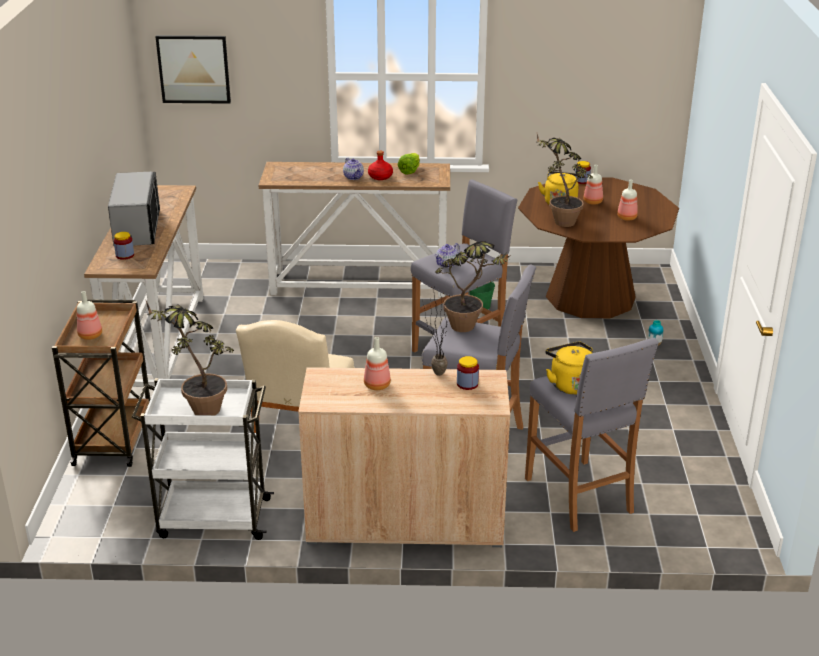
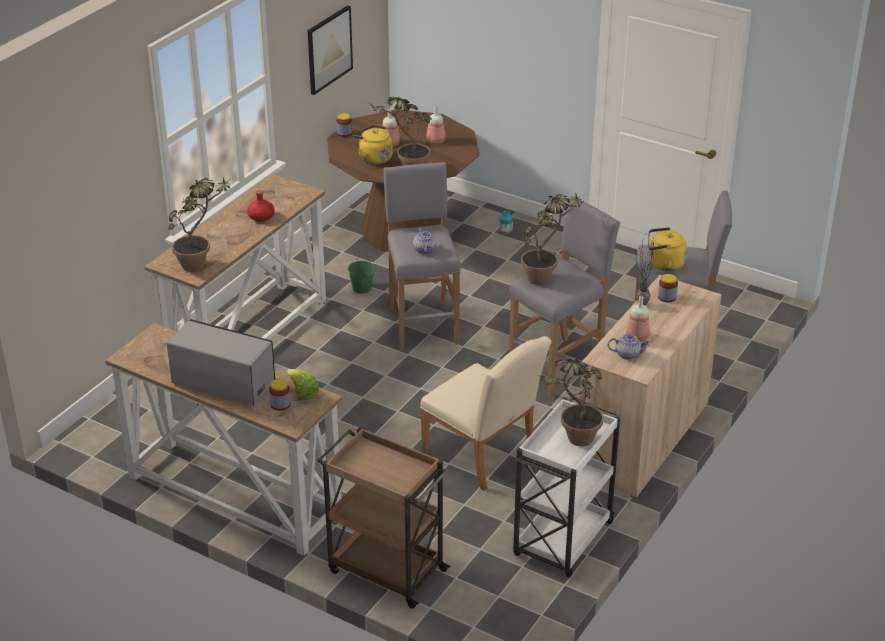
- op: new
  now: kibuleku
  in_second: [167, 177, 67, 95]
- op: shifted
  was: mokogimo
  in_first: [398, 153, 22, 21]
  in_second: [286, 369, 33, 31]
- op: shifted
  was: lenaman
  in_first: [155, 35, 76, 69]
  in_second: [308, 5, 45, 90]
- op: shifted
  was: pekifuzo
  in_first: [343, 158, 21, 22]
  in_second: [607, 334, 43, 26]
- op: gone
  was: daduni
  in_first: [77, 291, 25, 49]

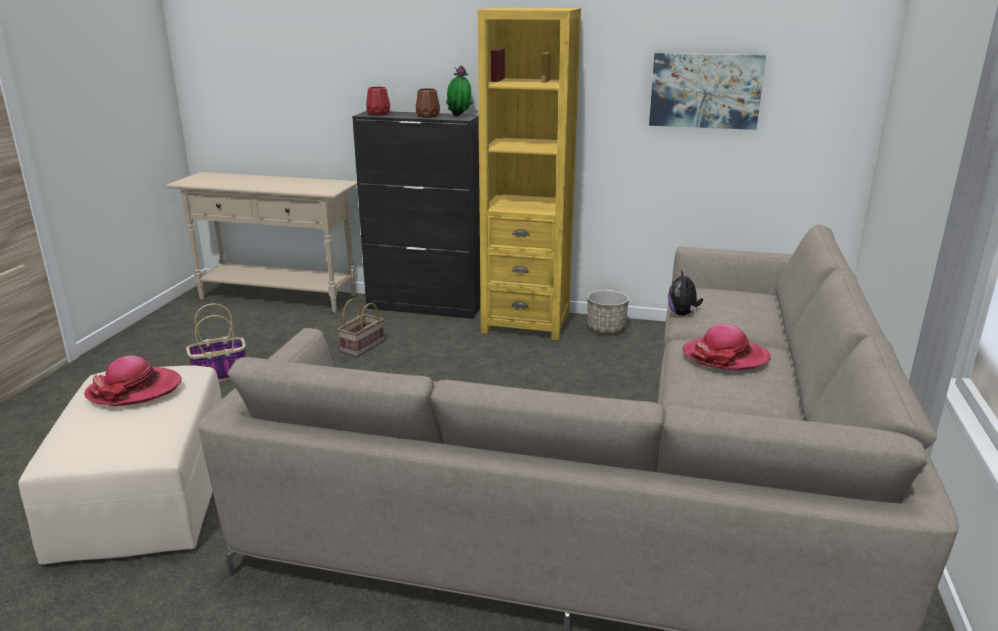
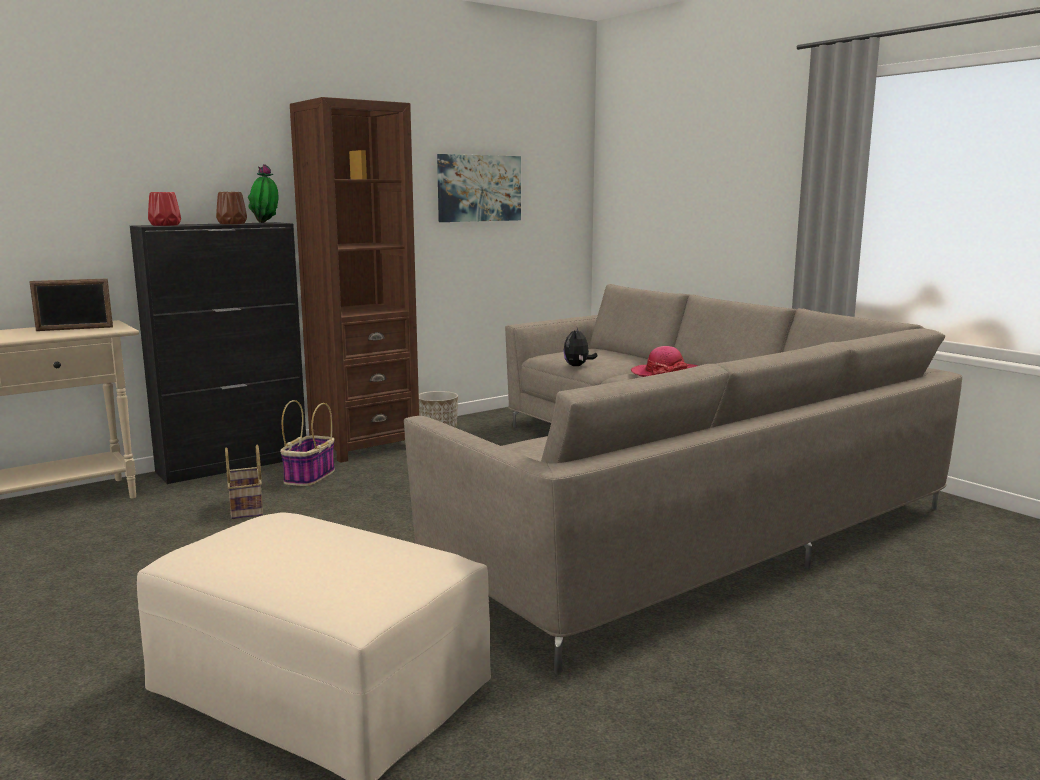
- op: new
  now: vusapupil
  in_second: [29, 278, 84, 53]
- op: shifted
  was: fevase
  in_first: [186, 303, 60, 78]
  in_second: [280, 400, 55, 86]
- op: repainted
  was: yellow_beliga
  now: brown_beliga
  in_first: [478, 7, 103, 334]
  in_second: [290, 97, 129, 366]
- op: rotated
  was: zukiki
  in_first: [668, 270, 35, 46]
  in_second: [563, 327, 34, 39]
  clockwise: 60
- op: gone
  was: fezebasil
  in_first: [84, 355, 98, 51]

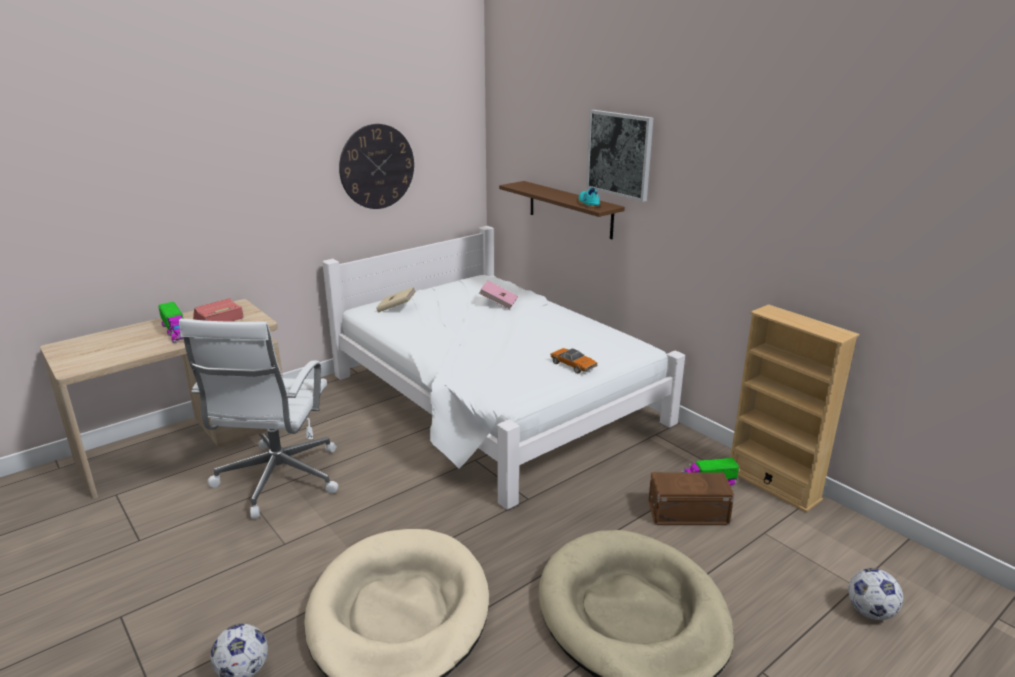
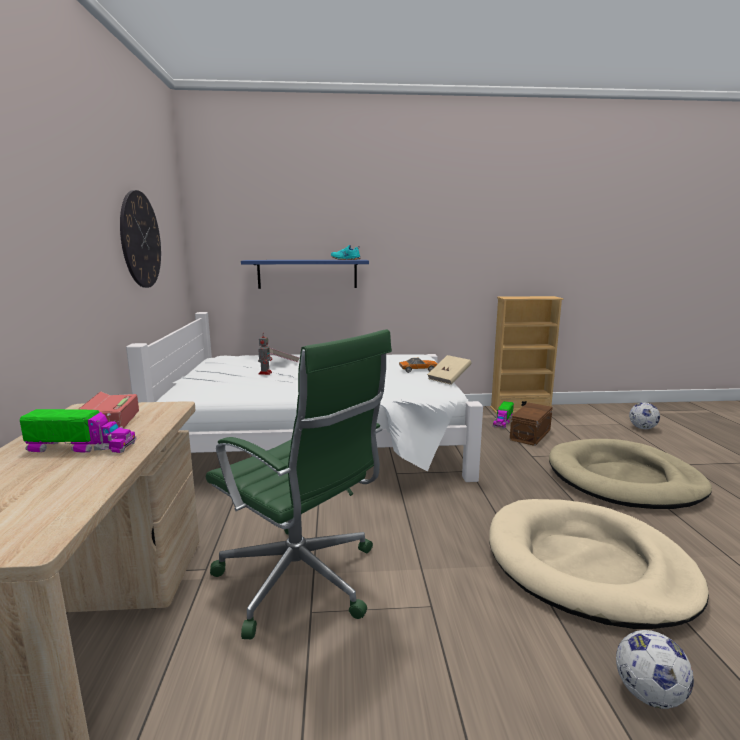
- op: repainted
  was: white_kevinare
  now: green_kevinare
  in_first: [179, 319, 159, 200]
  in_second: [206, 329, 186, 310]
- op: repainted
  was: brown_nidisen
  now: blue_nidisen
  in_first: [499, 181, 126, 58]
  in_second: [241, 260, 128, 29]
- op: new
  now: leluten
  in_second: [258, 333, 14, 42]
- op: shifted
  was: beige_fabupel
  in_first: [376, 287, 40, 25]
  in_second: [427, 355, 44, 30]
- op: gone
  was: lenaman
  in_first: [586, 110, 67, 92]

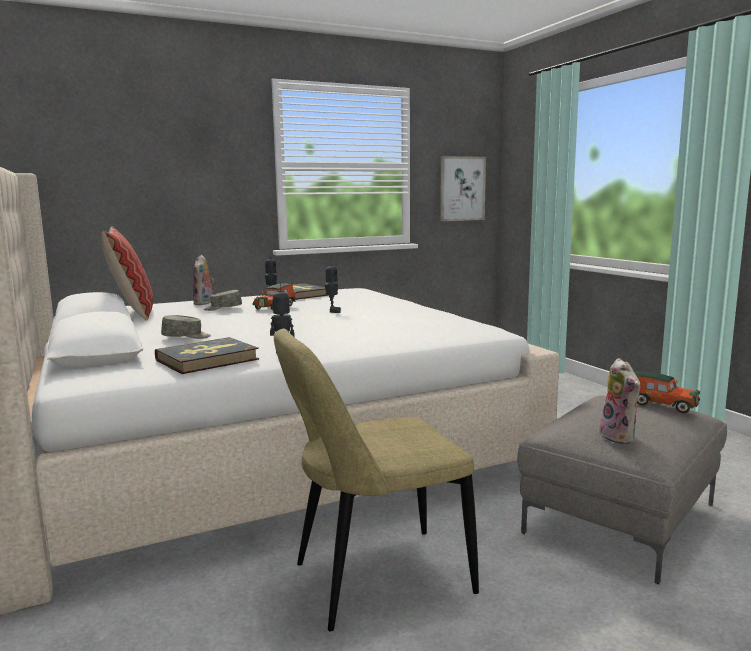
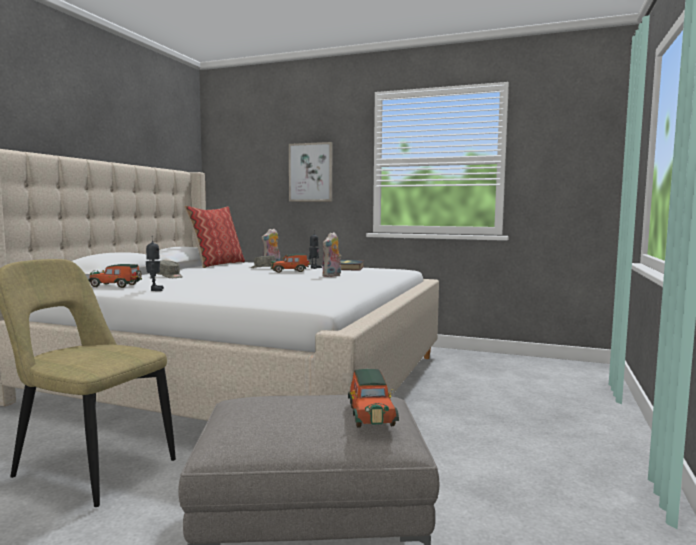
- op: swapped
  was: fabupel
  now: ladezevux
  in_first: [155, 337, 104, 37]
  in_second: [88, 264, 54, 24]
- op: shifted
  was: lenaman
  in_first: [440, 156, 46, 65]
  in_second: [289, 142, 43, 59]
- op: shifted
  was: zukiki
  in_first: [597, 358, 43, 86]
  in_second: [322, 232, 20, 45]
- op: gone
  was: leluten
  in_first: [325, 264, 16, 49]

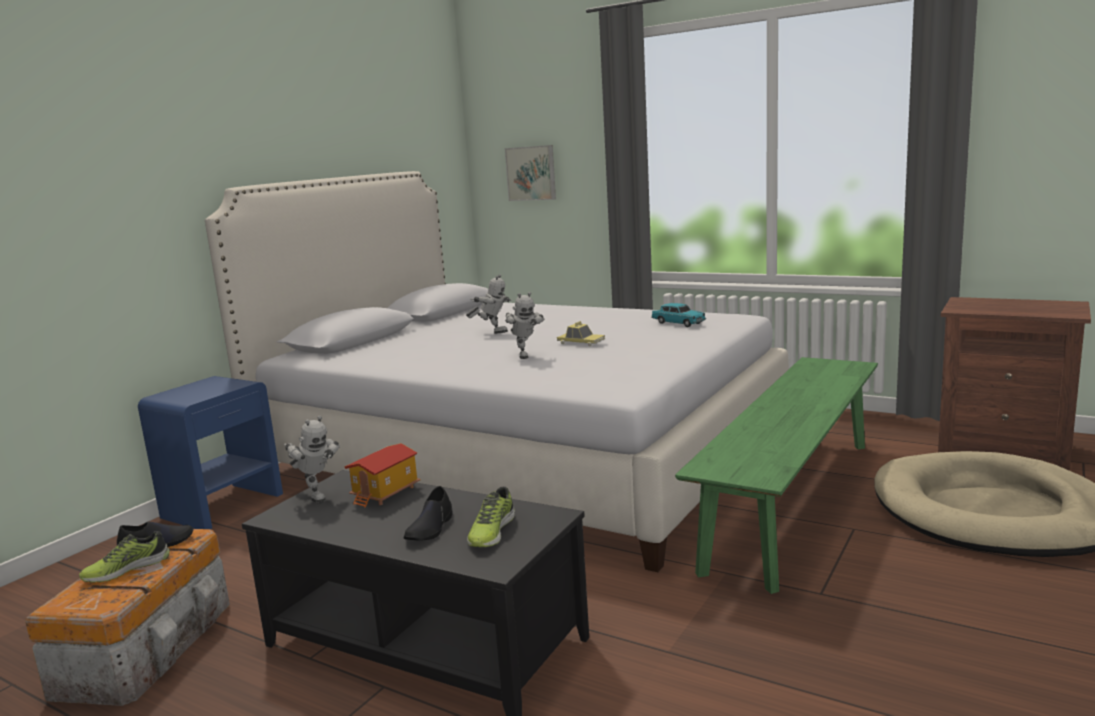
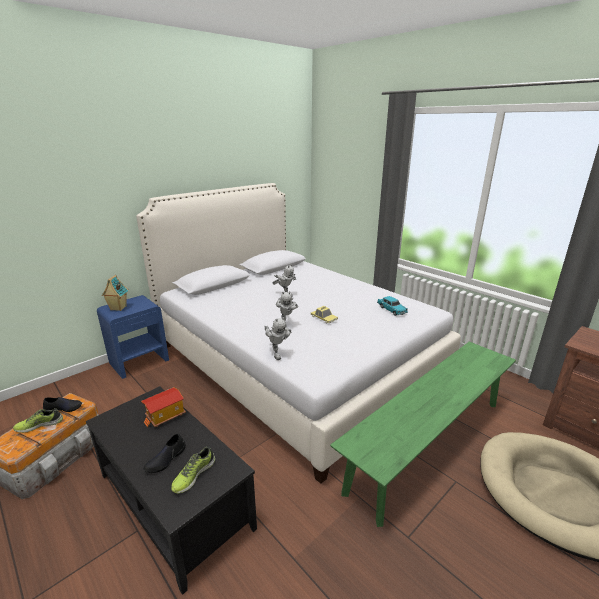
- op: new
  now: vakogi
  in_second: [102, 275, 26, 36]
- op: shifted
  was: leluten
  in_first: [284, 415, 56, 88]
  in_second: [264, 317, 27, 43]
- op: gone
  was: lenaman
  in_first: [505, 145, 51, 56]

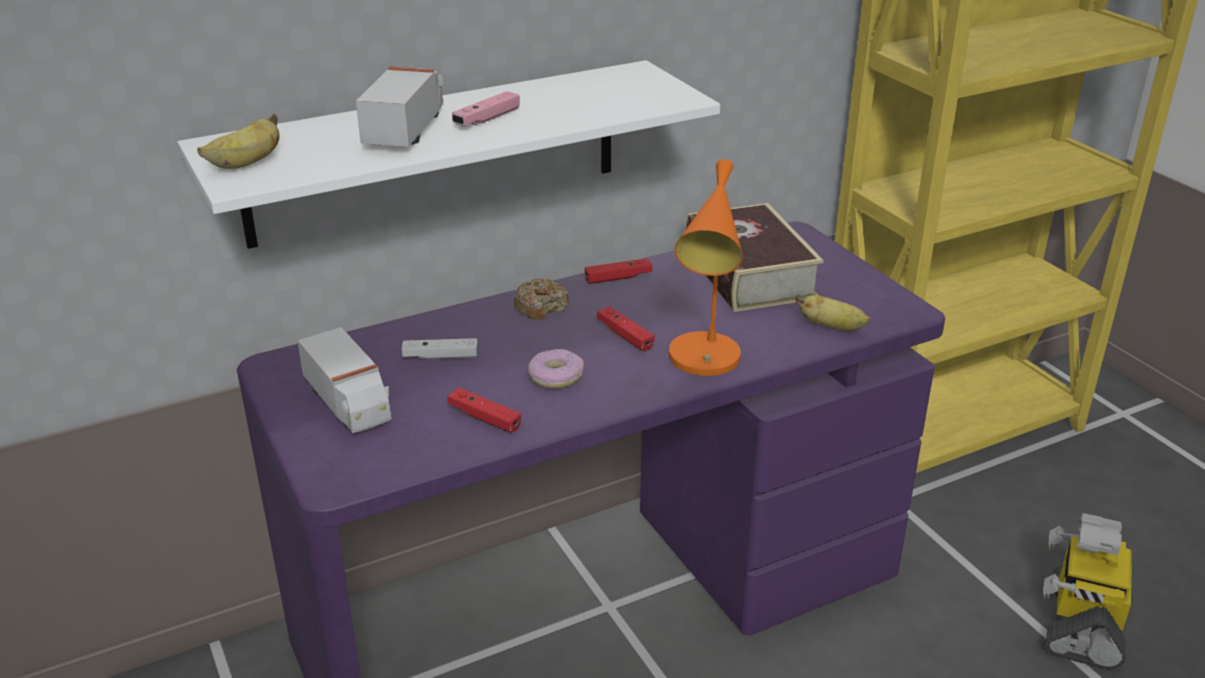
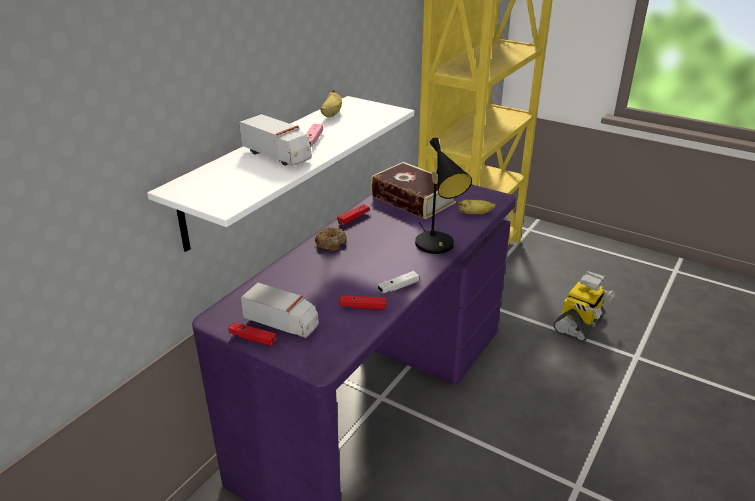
- op: shifted
  was: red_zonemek
  in_first: [597, 306, 57, 45]
  in_second: [228, 322, 49, 24]
- op: rotated
  was: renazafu
  in_first: [356, 67, 87, 80]
  in_second: [239, 114, 73, 52]
  clockwise: 150
- op: shifted
  was: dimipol
  in_first: [197, 114, 83, 55]
  in_second: [320, 90, 22, 27]
- op: shifted
  was: white_zonemek
  in_first: [401, 338, 77, 21]
  in_second: [378, 271, 41, 22]
- op: repainted
  was: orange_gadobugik
  now: black_gadobugik
  in_first: [669, 159, 74, 217]
  in_second: [415, 137, 57, 117]
- op: rotated
  was: leluten
  in_first: [1043, 513, 89, 157]
  in_second: [553, 271, 62, 71]
  clockwise: -135
- op: gone
  was: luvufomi
  in_first: [528, 349, 56, 39]

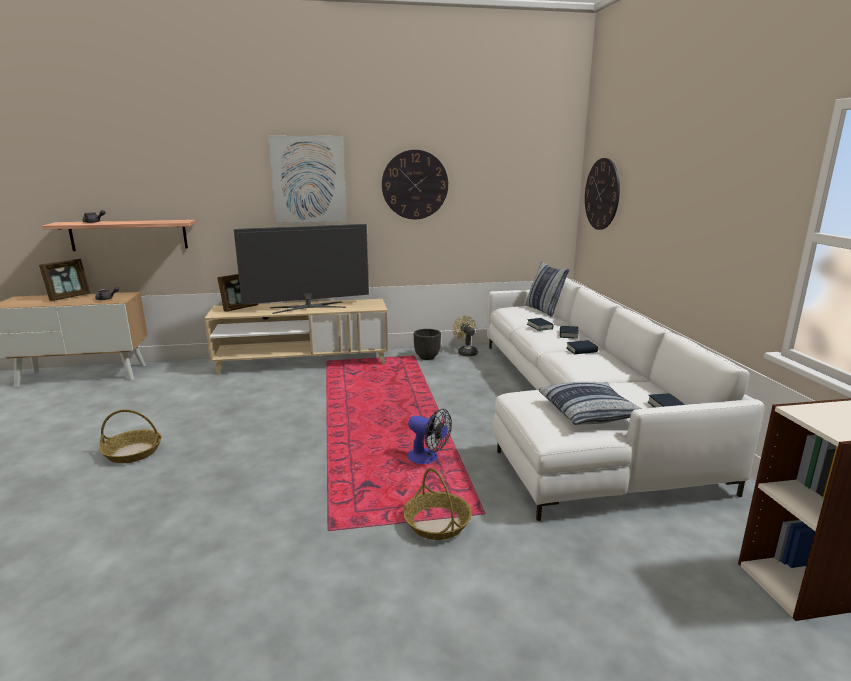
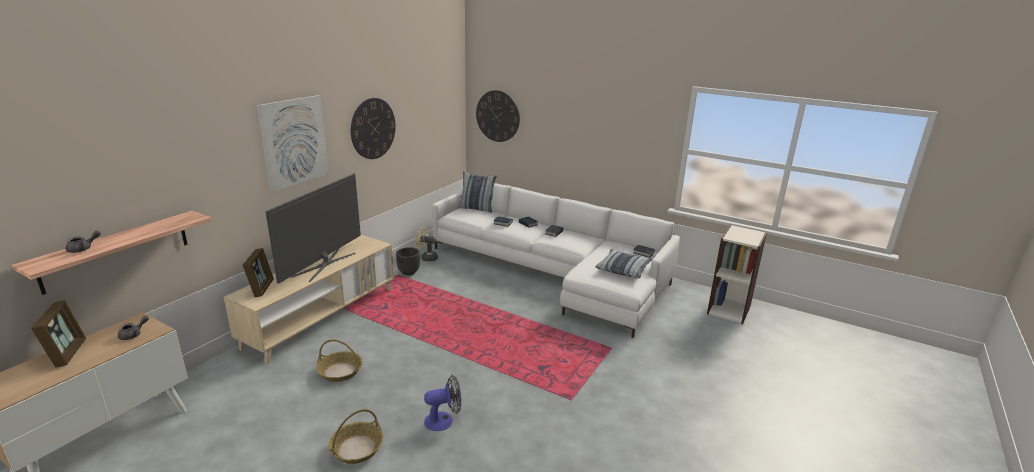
- op: shifted
  was: fevase
  in_first: [403, 468, 69, 72]
  in_second: [316, 339, 46, 43]
- op: shifted
  was: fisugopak
  in_first: [407, 409, 45, 55]
  in_second: [424, 375, 37, 56]

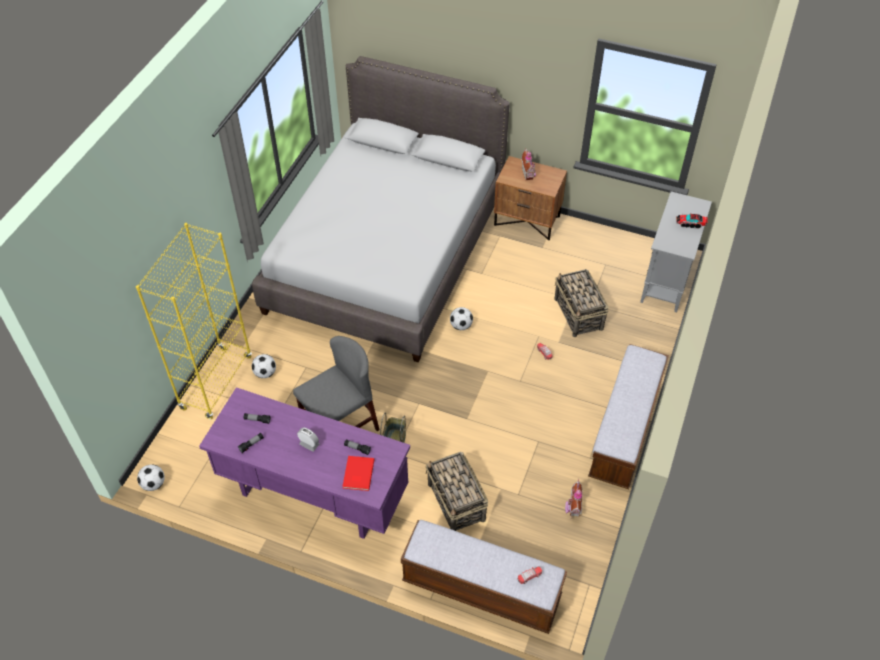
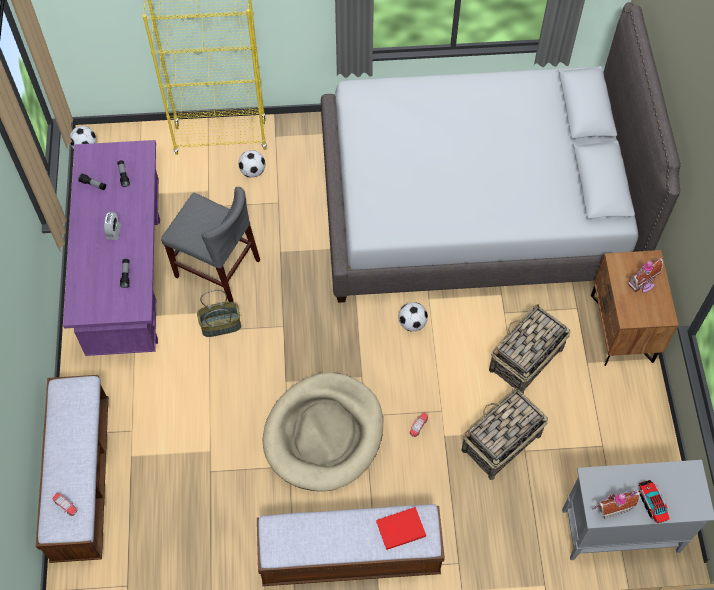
- op: new
  now: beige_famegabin
  in_second: [263, 372, 120, 119]
- op: shifted
  was: red_fabupel
  in_first: [342, 456, 33, 35]
  in_second: [376, 507, 50, 43]
- op: shifted
  was: fevase
  in_first: [426, 452, 62, 79]
  in_second: [489, 304, 82, 90]
- op: shifted
  was: vakogi
  in_first: [565, 479, 17, 37]
  in_second: [593, 490, 50, 29]

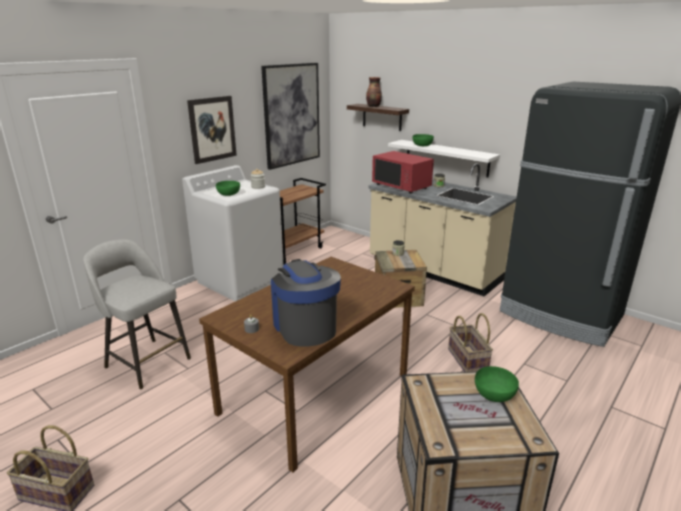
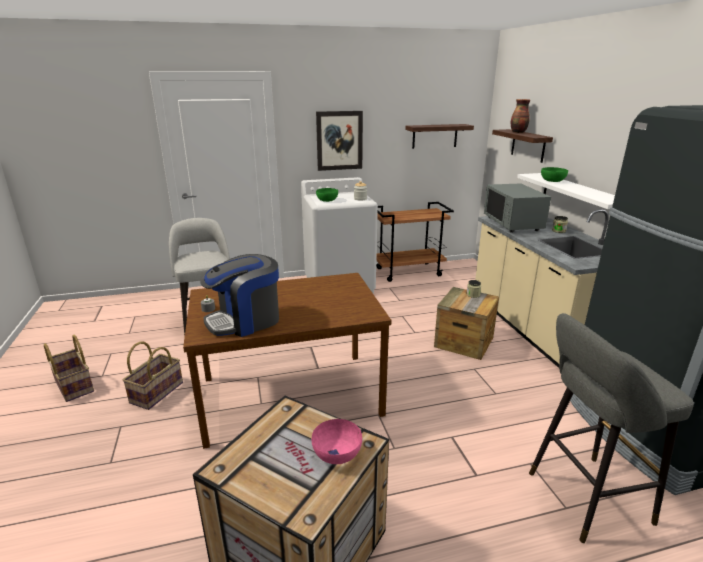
- op: shifted
  was: fevase
  in_first: [448, 313, 45, 59]
  in_second: [122, 341, 61, 69]
- op: rotated
  was: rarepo
  in_first: [271, 259, 70, 87]
  in_second: [201, 254, 78, 83]
  clockwise: -135
- op: repainted
  was: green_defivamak
  now: pink_defivamak
  in_first: [475, 366, 44, 36]
  in_second: [312, 419, 50, 45]
- op: swapped
  was: lenaman
  now: nidisen
  in_first: [261, 63, 59, 107]
  in_second: [405, 124, 69, 25]
- op: repainted
  was: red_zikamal
  now: grey_zikamal
  in_first: [372, 151, 62, 43]
  in_second: [484, 183, 67, 50]
- op: new
  now: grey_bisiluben
  in_second: [529, 313, 165, 230]

